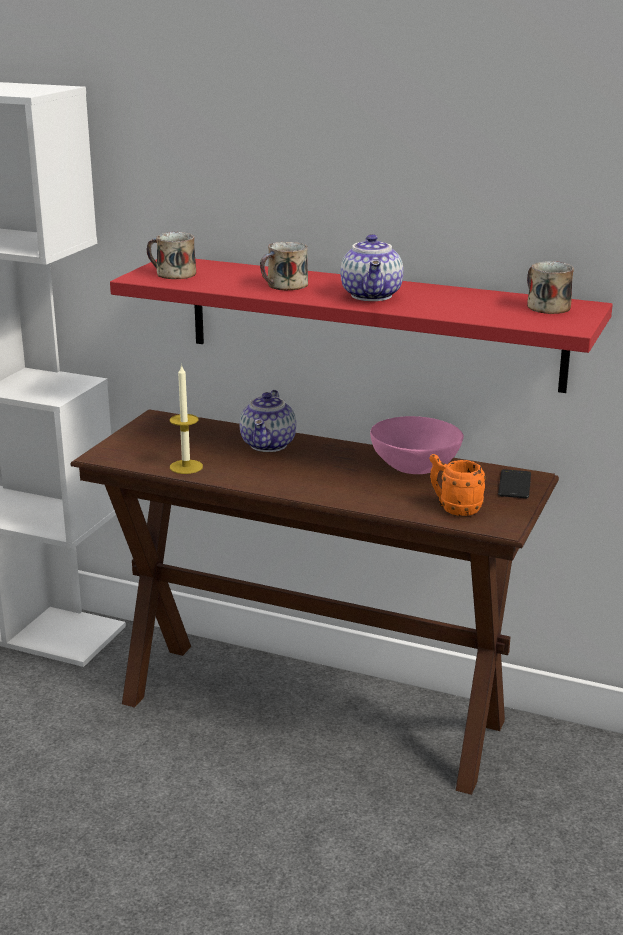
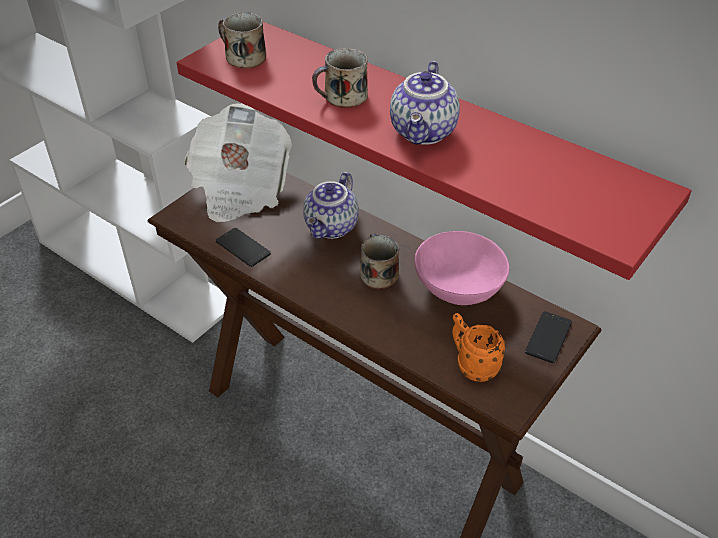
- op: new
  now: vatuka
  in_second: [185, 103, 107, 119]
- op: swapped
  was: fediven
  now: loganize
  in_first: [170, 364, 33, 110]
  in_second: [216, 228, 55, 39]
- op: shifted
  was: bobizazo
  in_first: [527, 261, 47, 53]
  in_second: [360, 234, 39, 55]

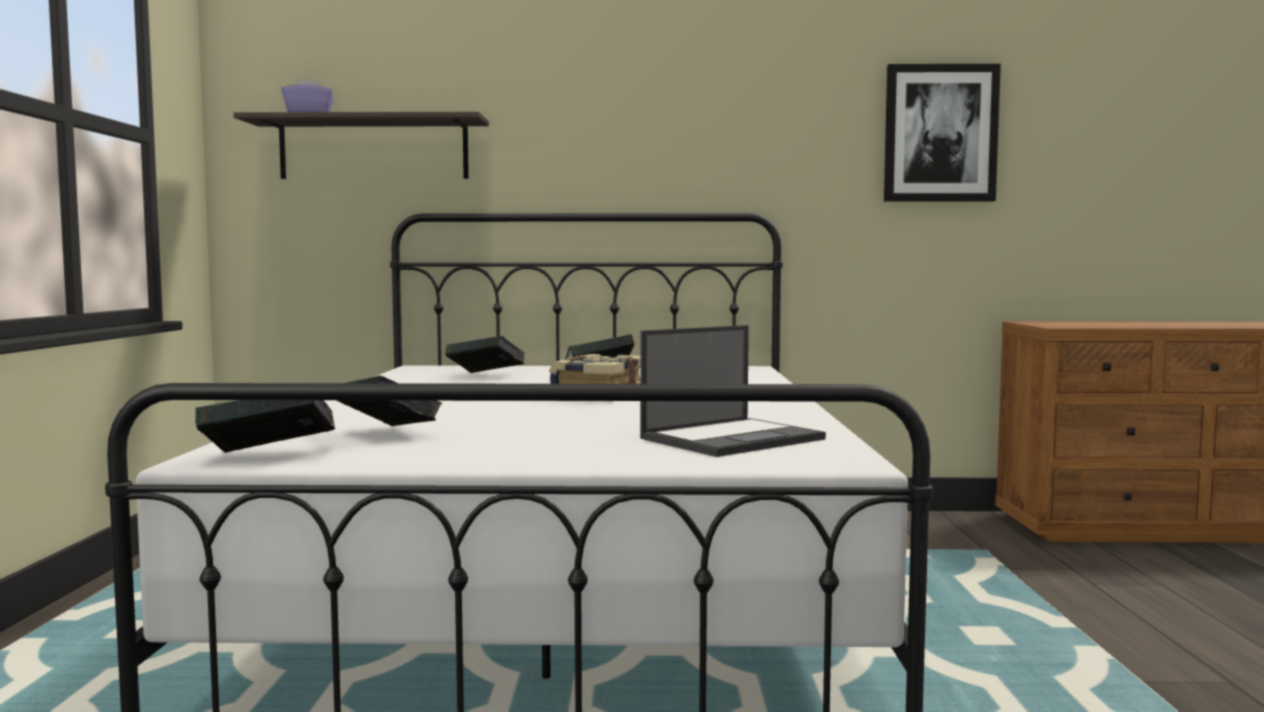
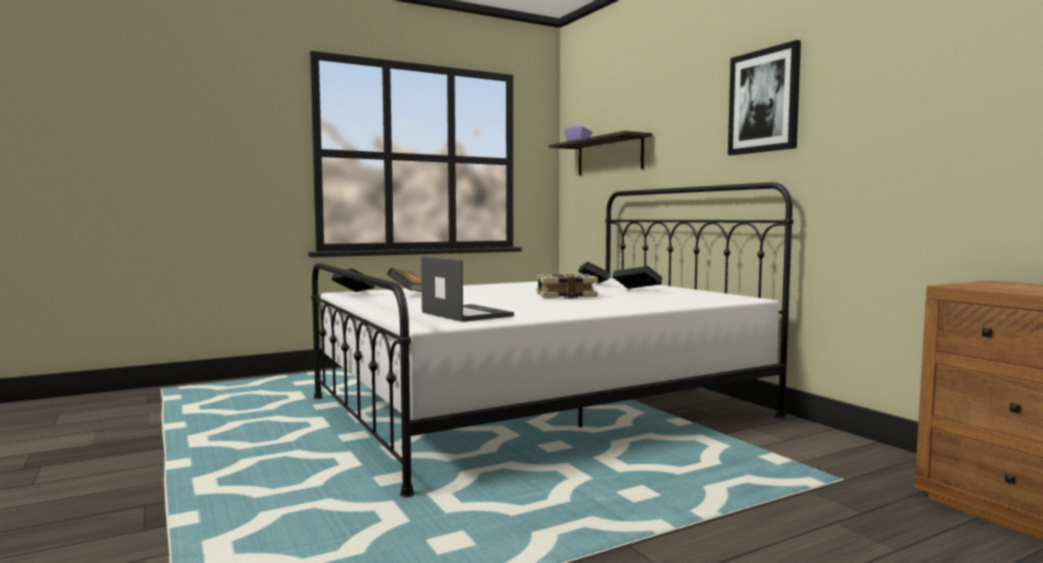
- op: rotated
  was: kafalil
  in_first: [640, 325, 186, 132]
  in_second: [421, 257, 93, 65]
  clockwise: -150
- op: shifted
  was: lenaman
  in_first: [884, 64, 117, 138]
  in_second: [728, 40, 73, 115]

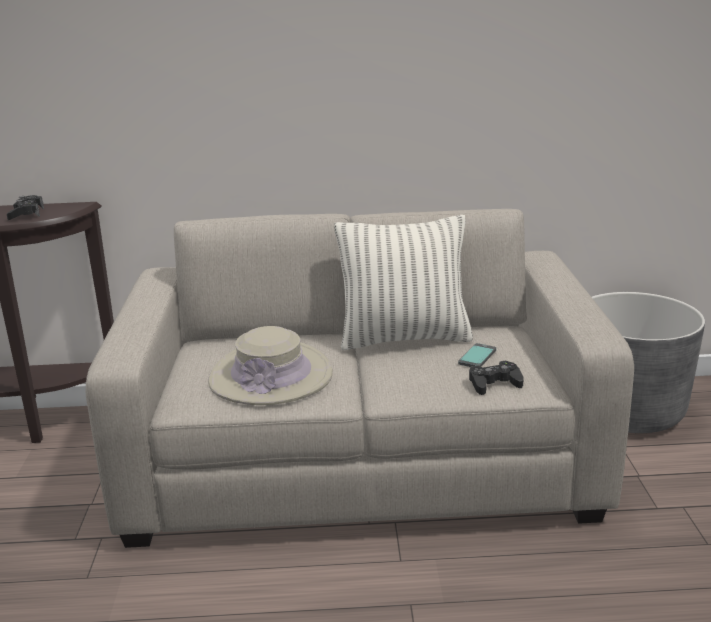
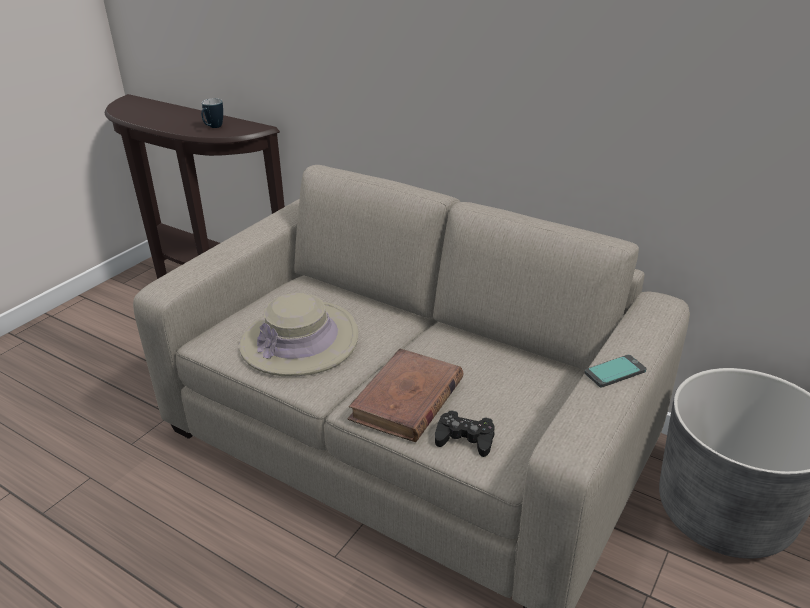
- op: swapped
  was: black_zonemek
  now: bobizazo
  in_first: [7, 195, 37, 25]
  in_second: [201, 98, 22, 30]
- op: new
  now: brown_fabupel
  in_second: [347, 348, 117, 94]
- op: shifted
  was: loganize
  in_first: [458, 343, 38, 24]
  in_second: [584, 355, 63, 33]
- op: gone
  was: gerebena
  in_first: [334, 215, 139, 135]

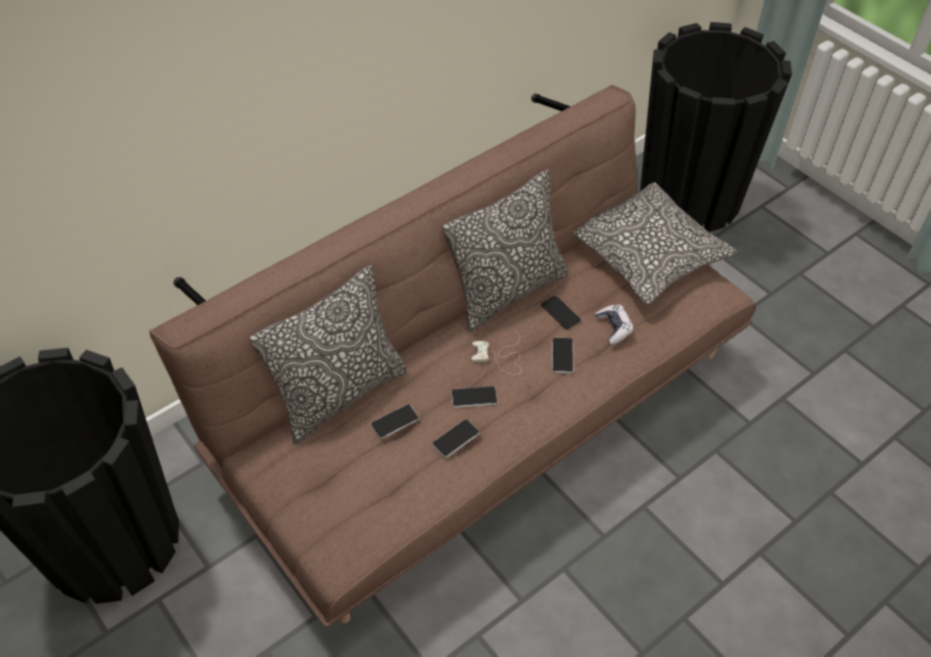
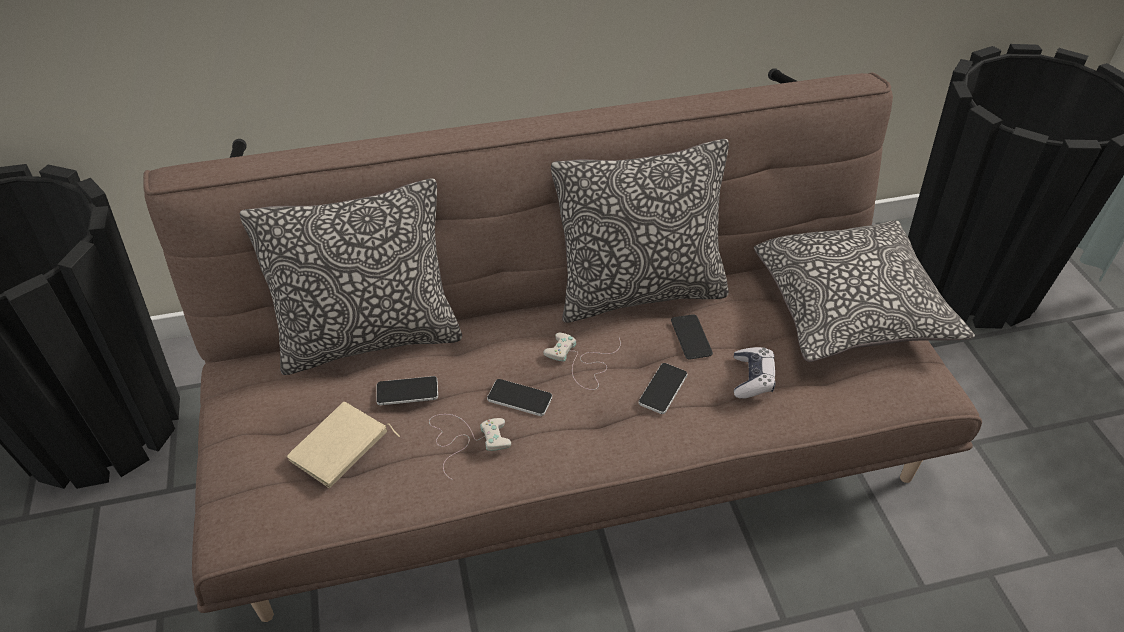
- op: new
  now: beige_fabupel
  in_second: [287, 402, 113, 86]
- op: swapped
  was: loganize
  now: white_zonemek
  in_first: [432, 420, 47, 38]
  in_second: [429, 414, 82, 66]

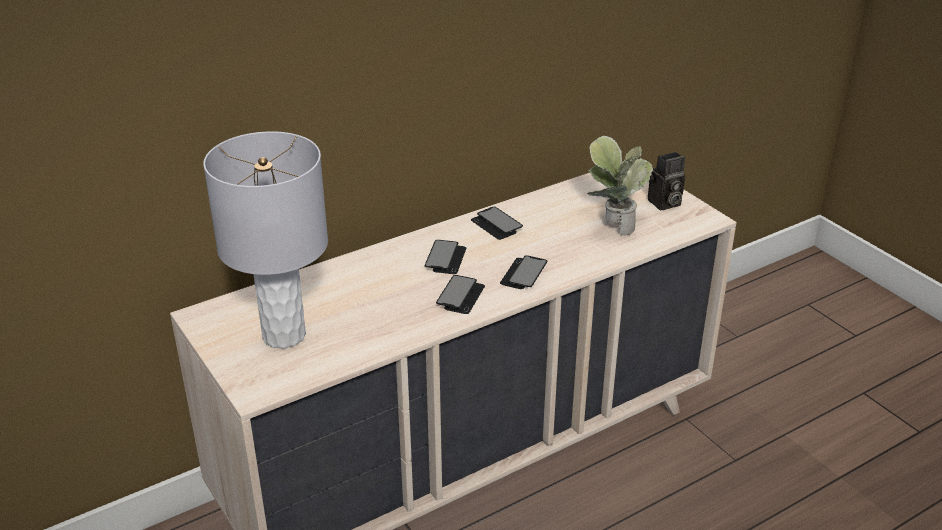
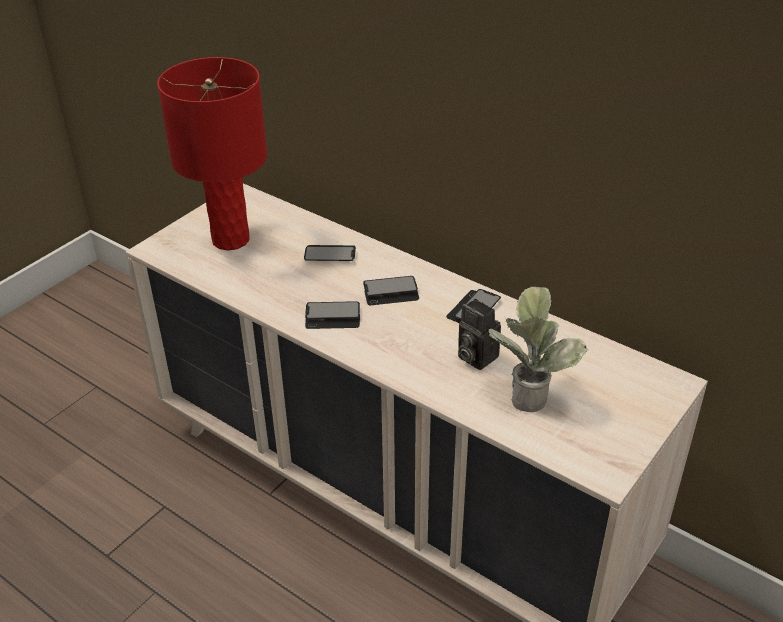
- op: repainted
  was: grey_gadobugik
  now: red_gadobugik
  in_first: [203, 131, 125, 218]
  in_second: [157, 57, 111, 194]
- op: shifted
  was: loganize
  in_first: [500, 255, 48, 34]
  in_second: [304, 245, 52, 16]
- op: shifted
  was: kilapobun
  in_first: [648, 152, 37, 58]
  in_second: [458, 299, 43, 71]

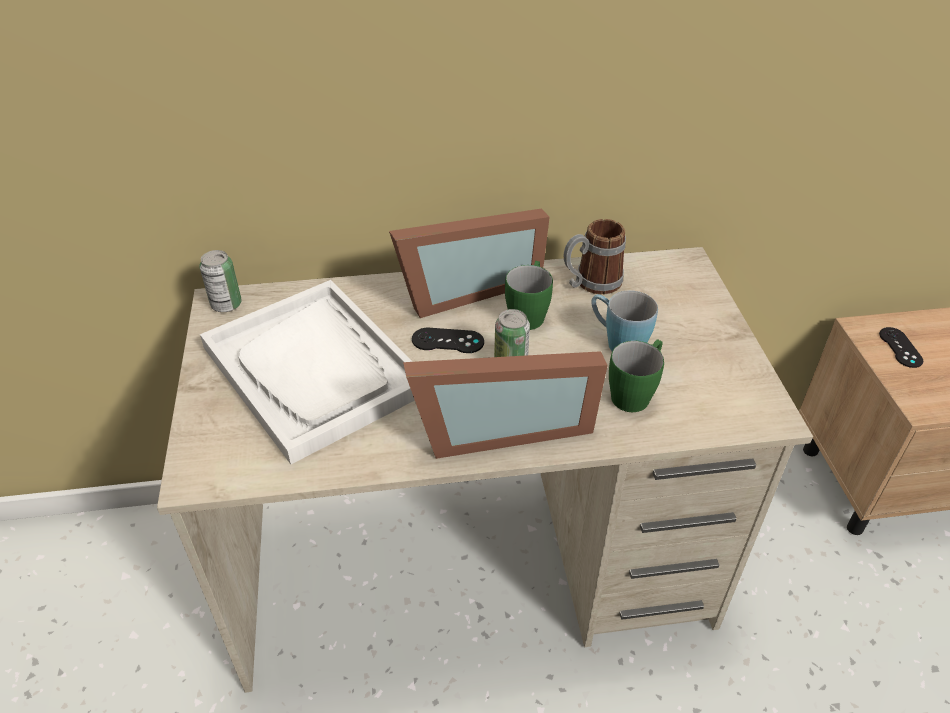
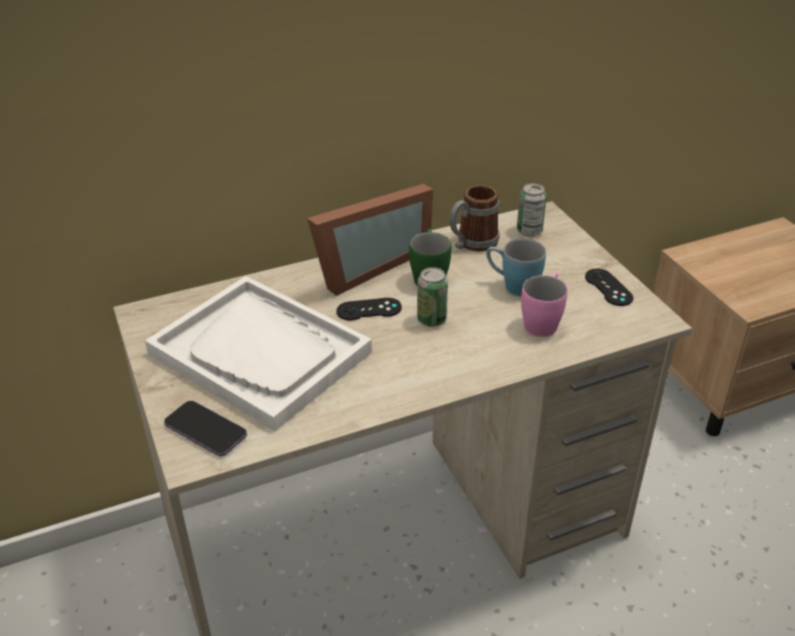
- op: new
  now: loganize
  in_second: [164, 401, 83, 55]
- op: shifted
  was: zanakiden
  in_first: [200, 250, 42, 62]
  in_second: [517, 183, 30, 54]
- op: repainted
  was: green_bobizazo
  now: pink_bobizazo
  in_first: [609, 339, 55, 73]
  in_second: [521, 273, 47, 64]
- op: shifted
  was: black_zonemek
  in_first: [879, 327, 44, 41]
  in_second: [585, 269, 48, 37]
- op: gone
  was: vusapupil
  in_first: [403, 351, 205, 108]

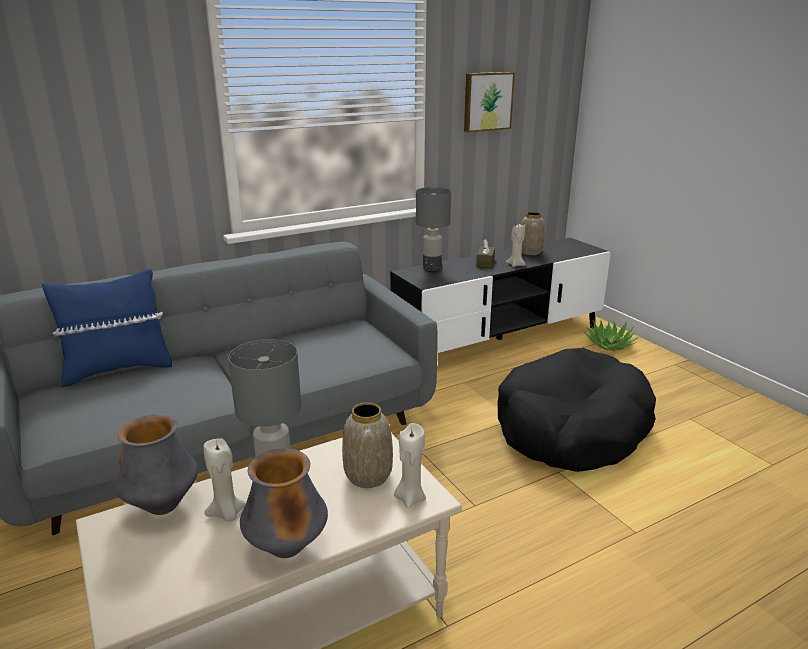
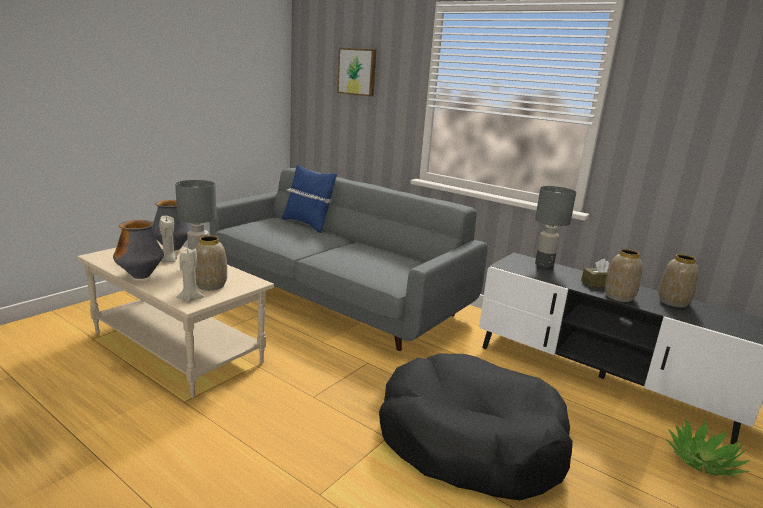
- op: shifted
  was: lenaman
  in_first: [464, 72, 51, 60]
  in_second: [337, 48, 39, 48]
- op: swapped
  was: beige_fediven
  now: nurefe
  in_first: [506, 224, 20, 43]
  in_second: [605, 249, 38, 53]

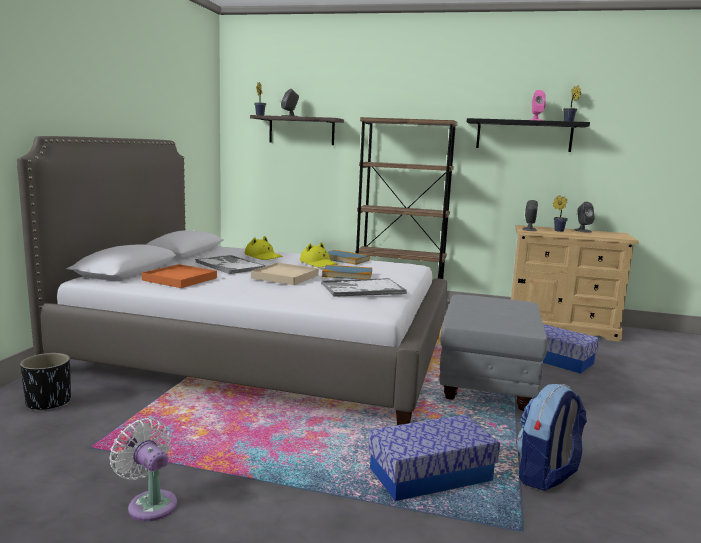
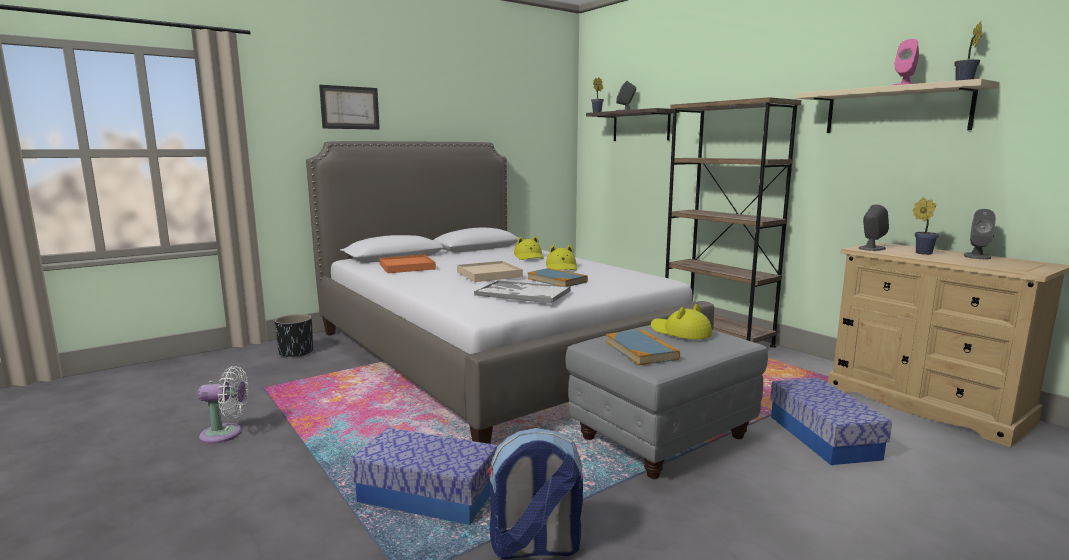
- op: rotated
  was: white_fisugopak
  in_first: [109, 418, 68, 103]
  in_second: [198, 366, 51, 78]
  clockwise: 90
- op: new
  now: lenaman
  in_second: [319, 85, 61, 45]
- op: shifted
  was: fabupel
  in_first: [328, 250, 42, 15]
  in_second: [606, 330, 74, 35]
- op: new
  now: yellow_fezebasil
  in_second: [651, 304, 61, 35]
- op: repainted
  was: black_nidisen
  now: beige_nidisen
  in_first: [467, 118, 123, 34]
  in_second: [796, 79, 204, 54]
- op: gone
  was: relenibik
  in_first: [195, 255, 71, 19]

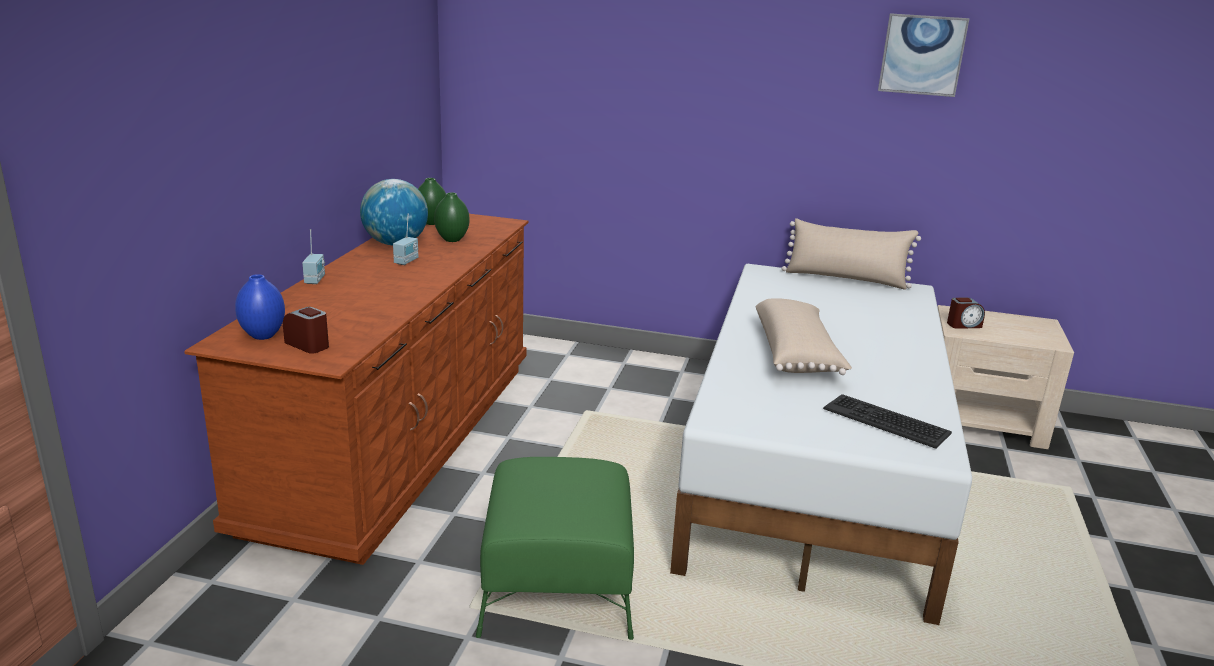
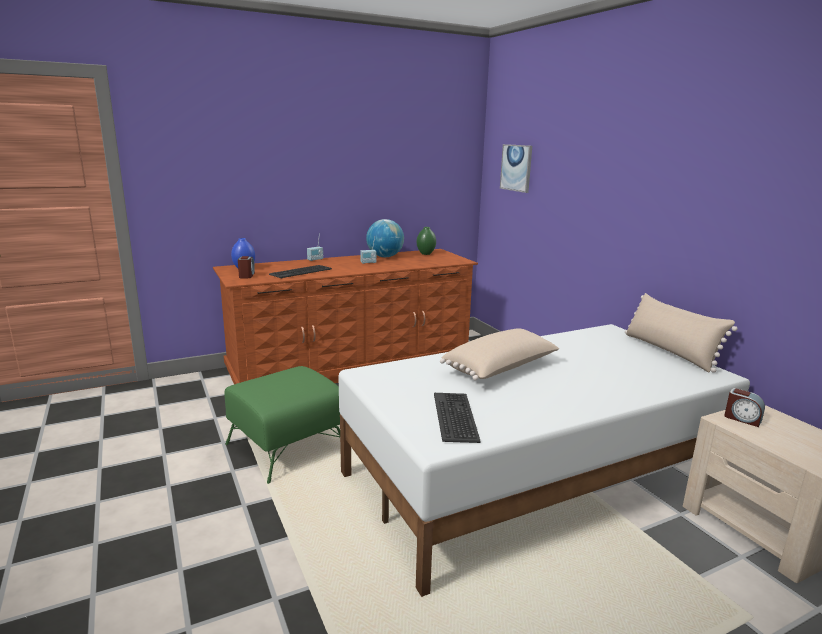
- op: new
  now: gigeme
  in_second: [269, 265, 63, 13]
- op: shifted
  was: lenaman
  in_first: [878, 13, 91, 84]
  in_second: [500, 144, 32, 49]
- op: gone
  was: green_nurefe
  in_first: [434, 192, 36, 50]

